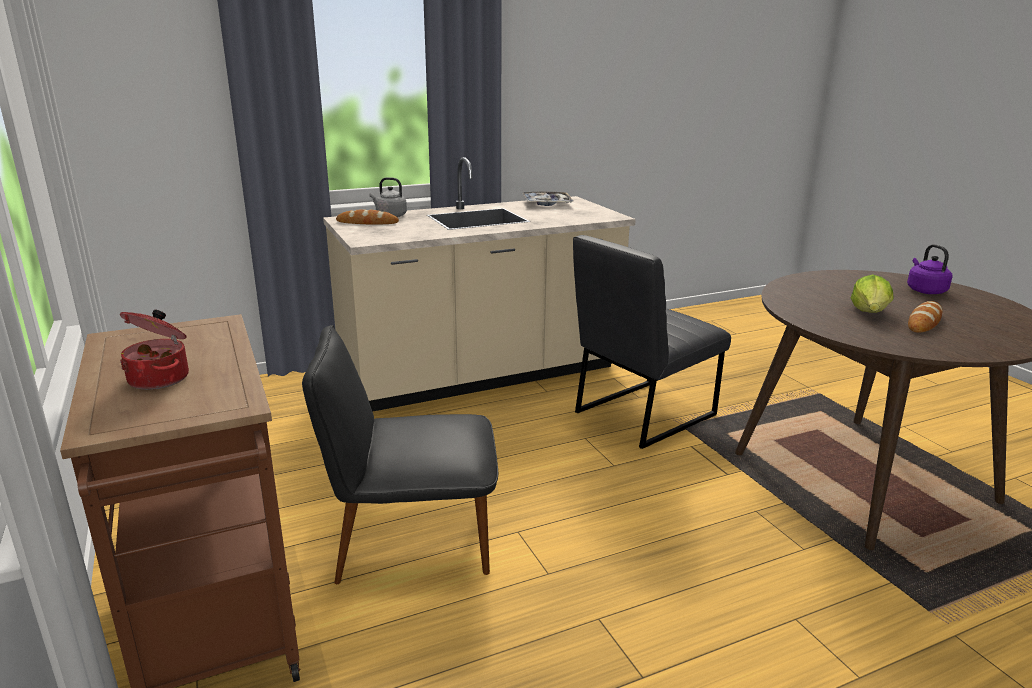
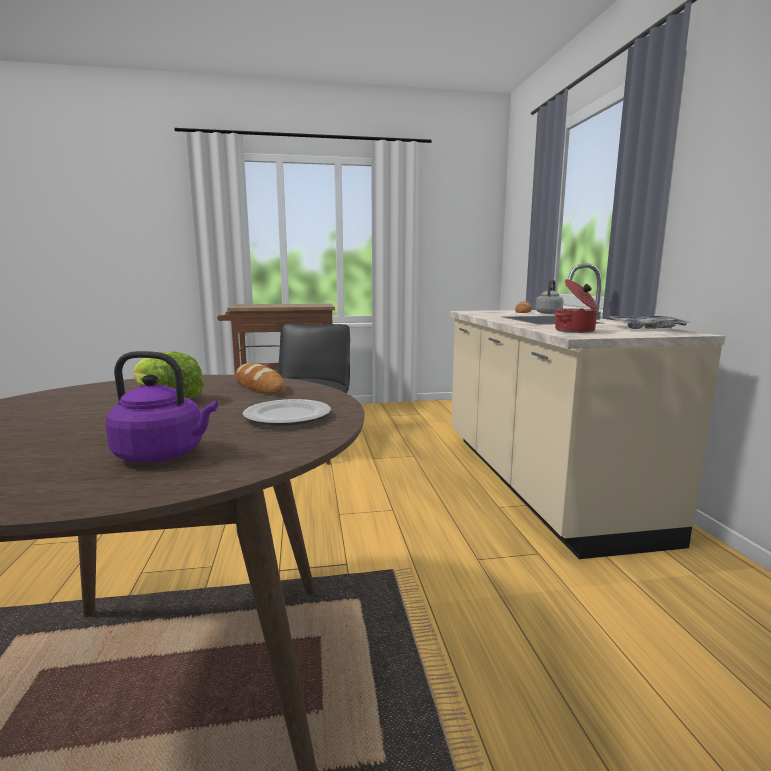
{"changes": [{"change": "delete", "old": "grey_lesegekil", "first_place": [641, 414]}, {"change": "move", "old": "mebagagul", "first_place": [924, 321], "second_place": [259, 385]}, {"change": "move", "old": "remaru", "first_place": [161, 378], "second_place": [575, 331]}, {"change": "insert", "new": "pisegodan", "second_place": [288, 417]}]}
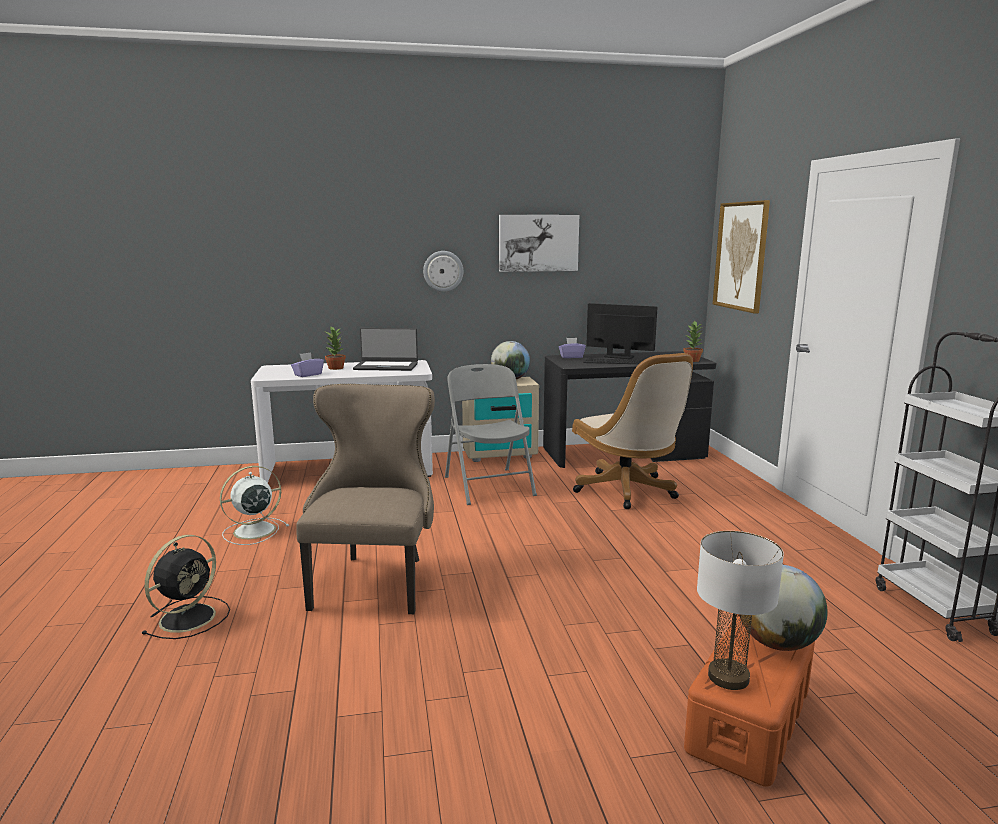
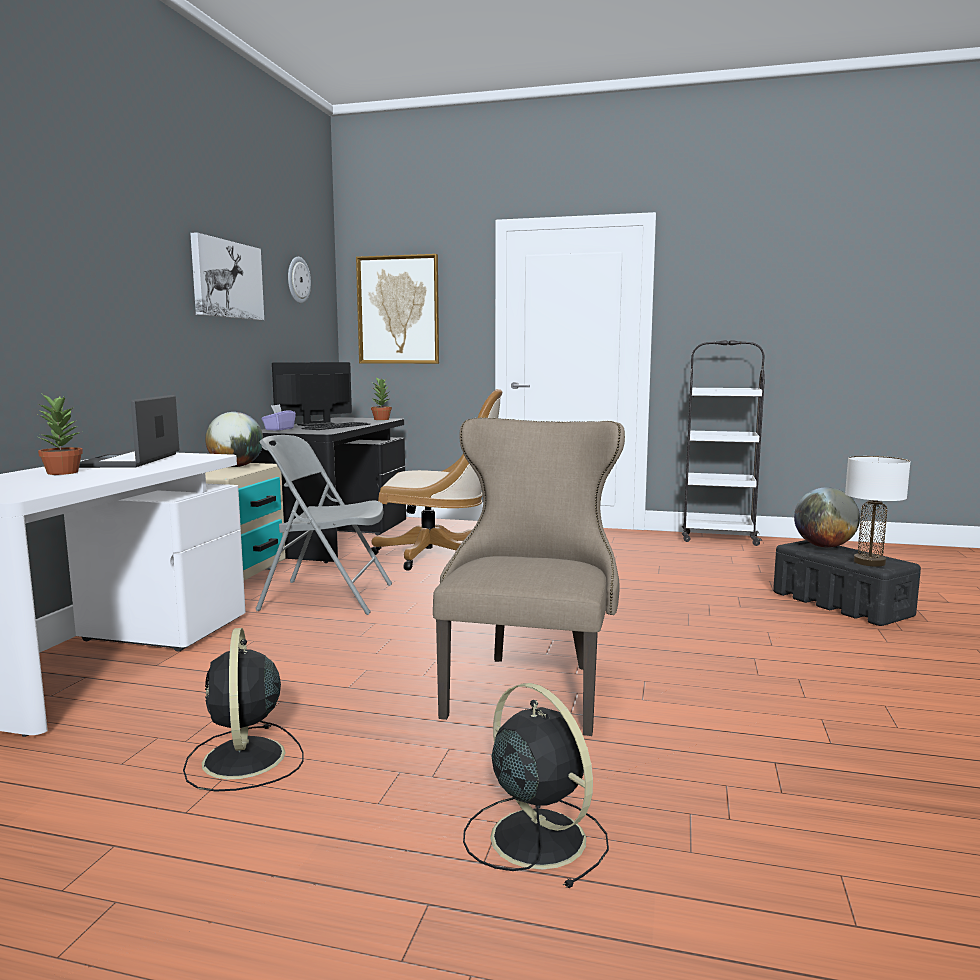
{"changes": [{"change": "move", "old": "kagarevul", "first_place": [443, 271], "second_place": [298, 280]}, {"change": "rotate", "old": "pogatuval", "first_place": [386, 366], "second_place": [131, 460], "degrees": 150}, {"change": "delete", "old": "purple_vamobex", "first_place": [308, 374]}, {"change": "rotate", "old": "beige_lesegekil", "first_place": [374, 581], "second_place": [529, 689], "degrees": 75}, {"change": "recolor", "old": "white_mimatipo", "new": "black_mimatipo", "first_place": [252, 531], "second_place": [243, 760]}, {"change": "recolor", "old": "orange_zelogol", "new": "black_zelogol", "first_place": [748, 721], "second_place": [841, 604]}]}
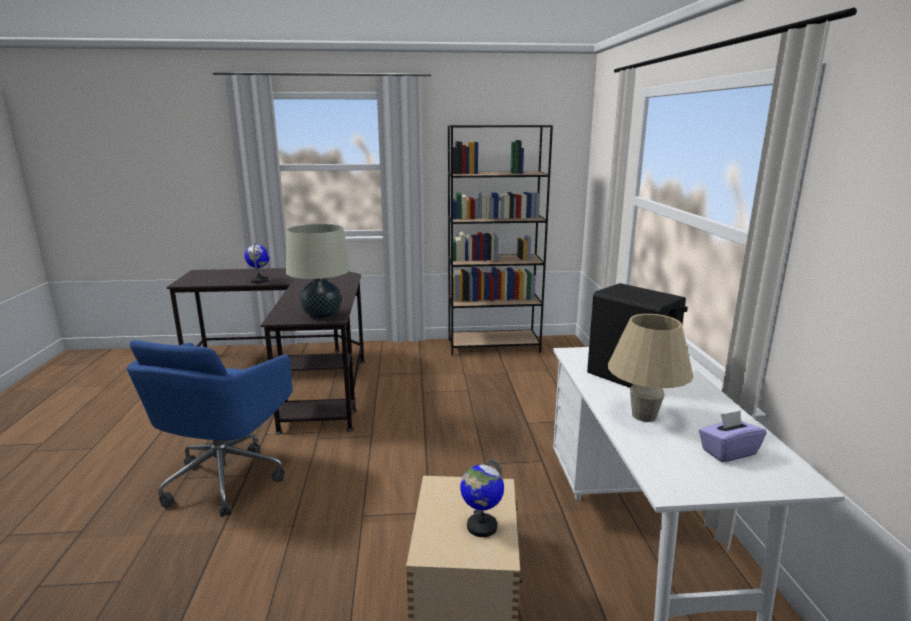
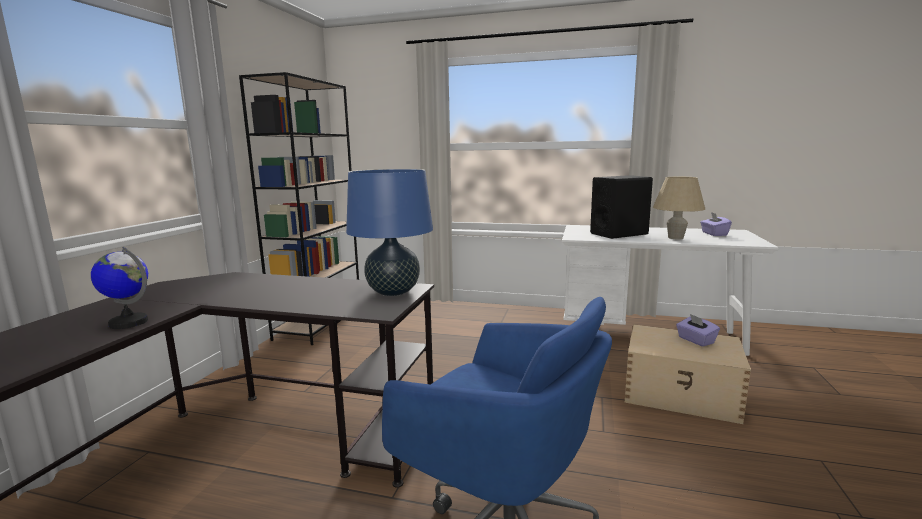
{"changes": [{"change": "recolor", "old": "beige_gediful", "new": "blue_gediful", "first_place": [322, 315], "second_place": [393, 292]}, {"change": "replace", "old": "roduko", "new": "purple_vamobex", "first_place": [481, 526], "second_place": [695, 340]}]}
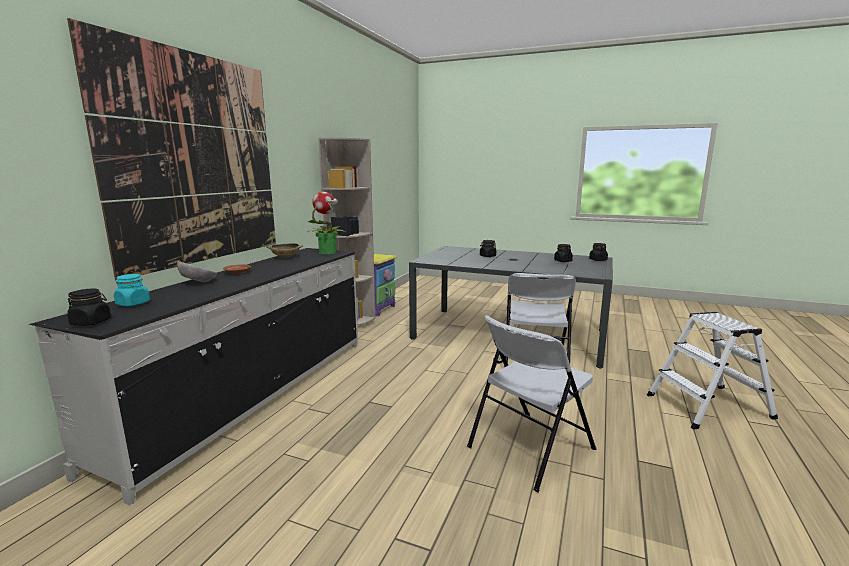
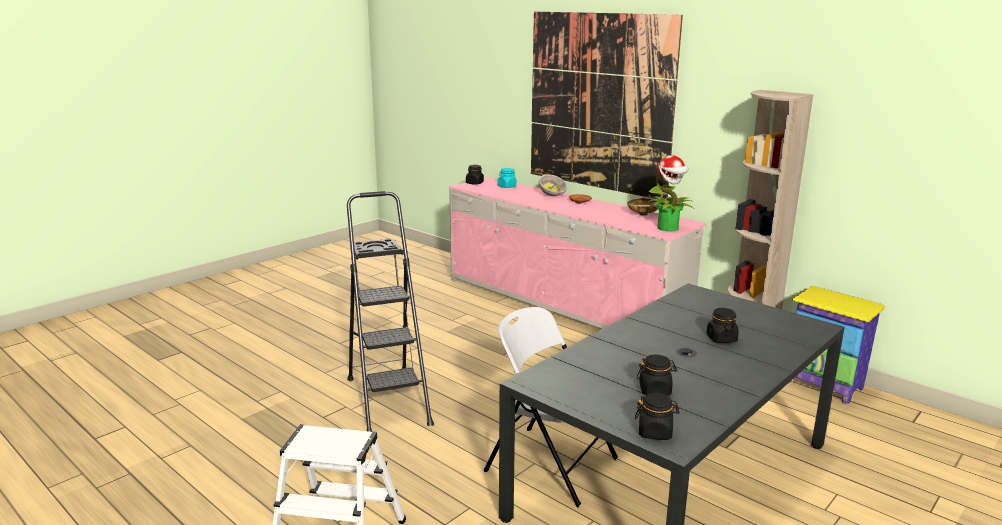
{"changes": [{"change": "recolor", "old": "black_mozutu", "new": "pink_mozutu", "first_place": [251, 395], "second_place": [562, 305]}, {"change": "replace", "old": "white_lesegekil", "new": "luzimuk", "first_place": [530, 448], "second_place": [388, 399]}]}
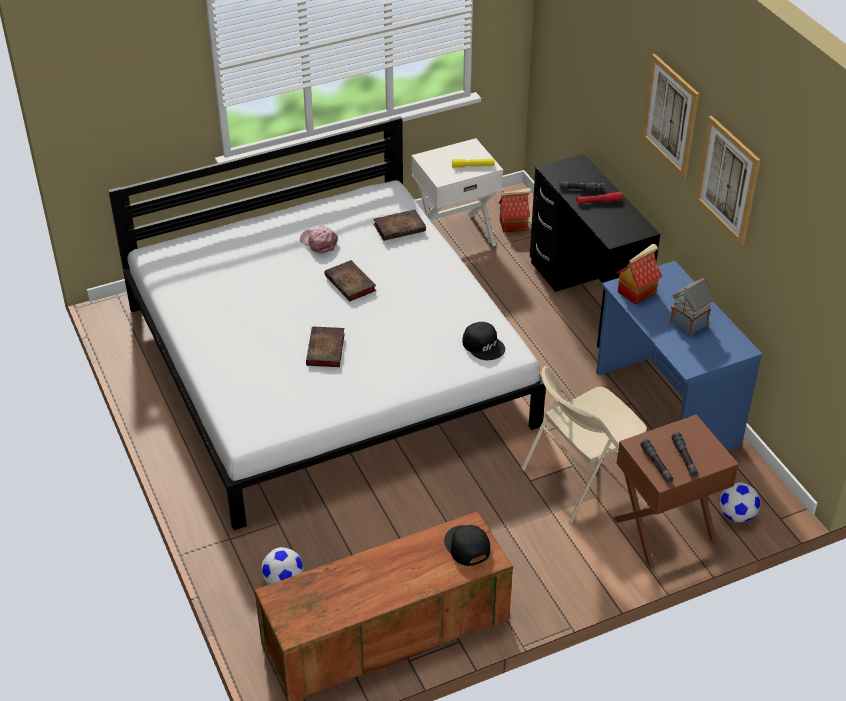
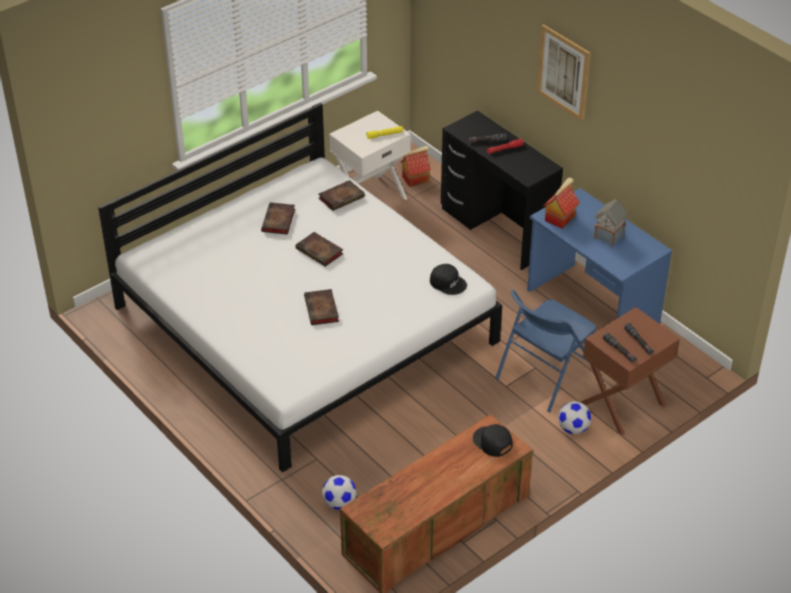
{"changes": [{"change": "delete", "old": "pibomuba", "first_place": [727, 180]}, {"change": "replace", "old": "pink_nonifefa", "new": "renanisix", "first_place": [319, 242], "second_place": [278, 221]}, {"change": "recolor", "old": "beige_lesegekil", "new": "blue_lesegekil", "first_place": [584, 476], "second_place": [546, 374]}, {"change": "move", "old": "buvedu", "first_place": [737, 515], "second_place": [573, 429]}]}
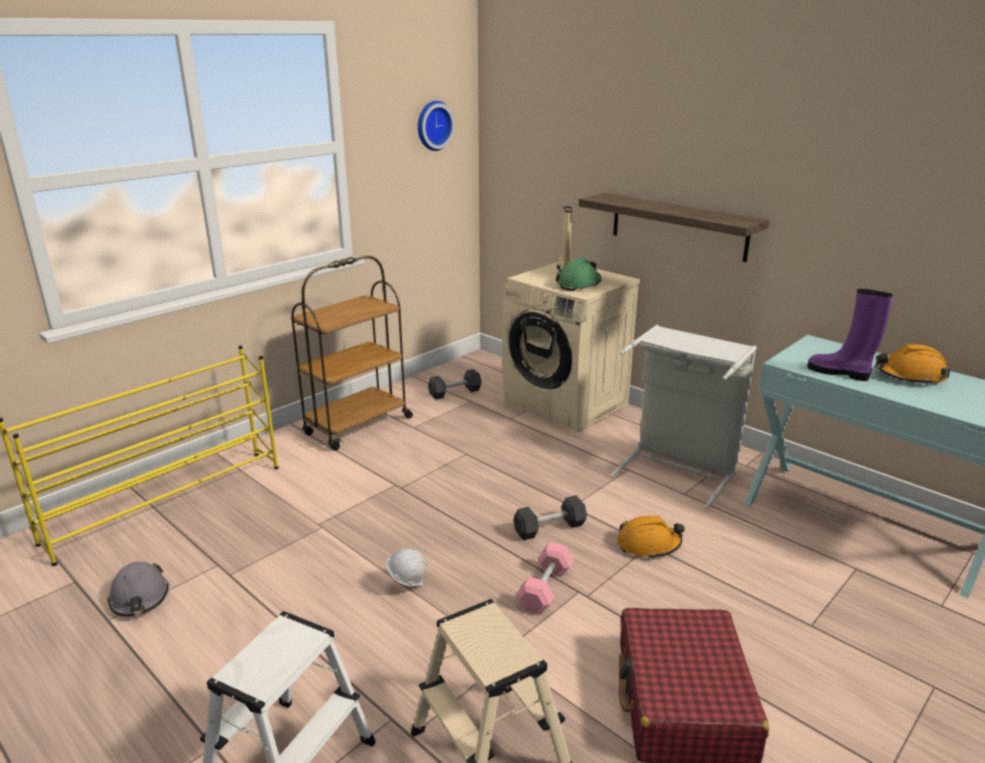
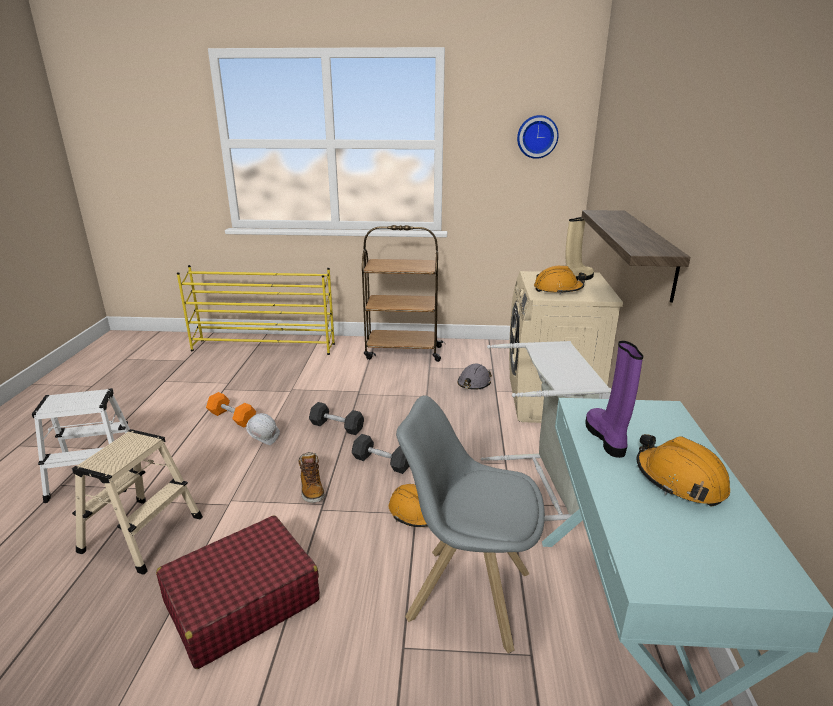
{"changes": [{"change": "recolor", "old": "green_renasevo", "new": "orange_renasevo", "first_place": [579, 284], "second_place": [558, 289]}, {"change": "move", "old": "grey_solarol", "first_place": [455, 392], "second_place": [337, 427]}, {"change": "replace", "old": "pink_solarol", "new": "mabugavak", "first_place": [545, 588], "second_place": [311, 489]}, {"change": "move", "old": "grey_renasevo", "first_place": [139, 598], "second_place": [474, 384]}, {"change": "insert", "new": "orange_solarol", "second_place": [232, 417]}, {"change": "insert", "new": "grey_lesegekil", "second_place": [468, 595]}]}
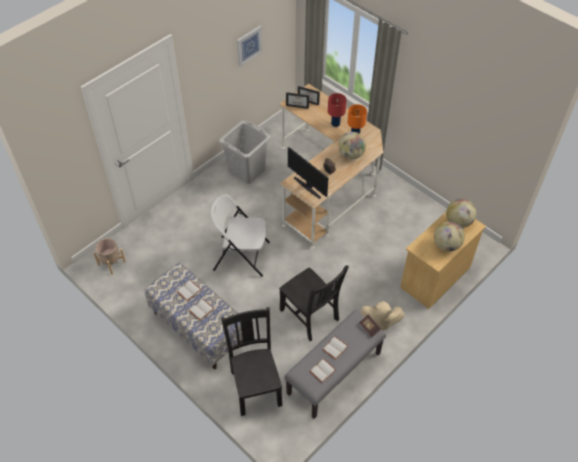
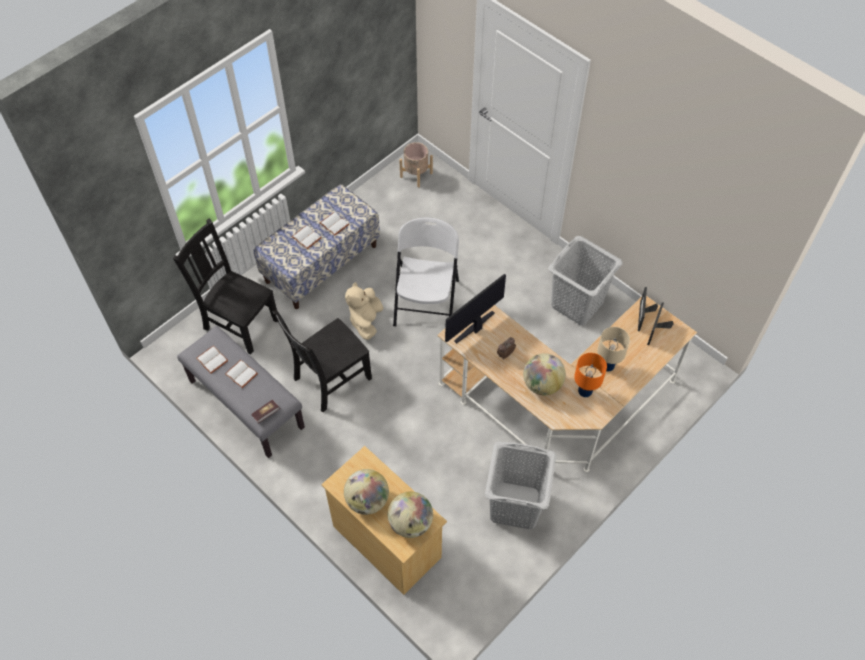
{"changes": [{"change": "delete", "old": "pibomuba", "first_place": [249, 45]}, {"change": "recolor", "old": "red_gediful", "new": "beige_gediful", "first_place": [335, 123], "second_place": [608, 366]}, {"change": "move", "old": "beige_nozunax", "first_place": [380, 321], "second_place": [366, 321]}, {"change": "rotate", "old": "black_lesegekil", "first_place": [255, 386], "second_place": [239, 322], "degrees": -135}, {"change": "insert", "new": "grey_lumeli", "second_place": [514, 505]}]}
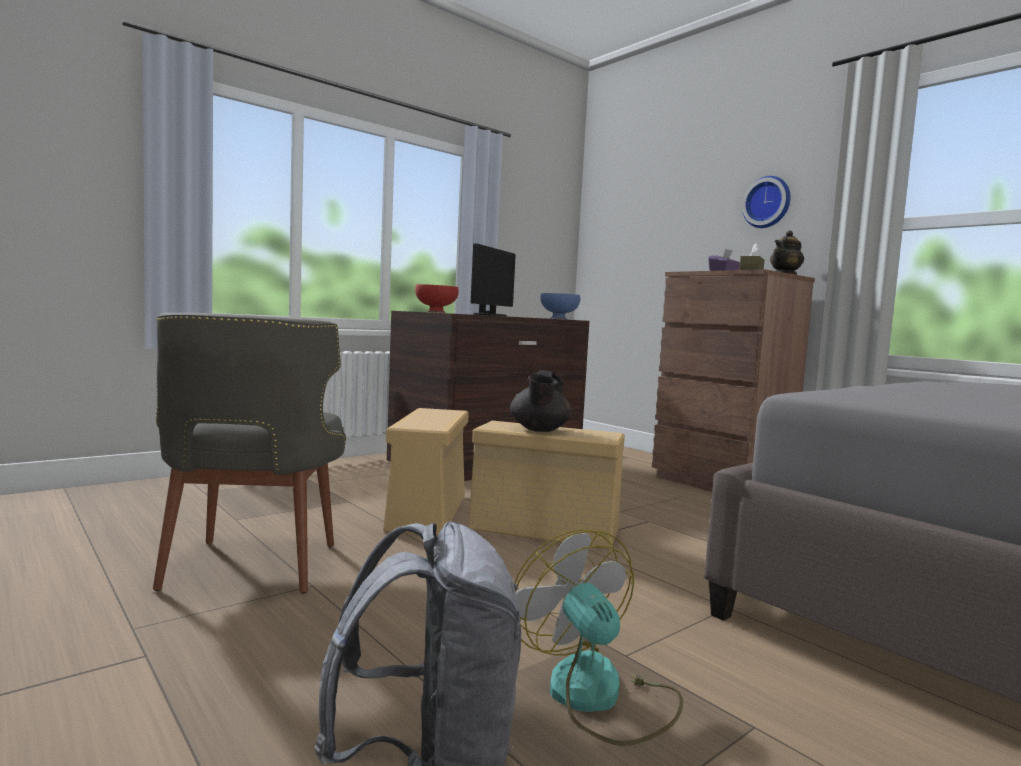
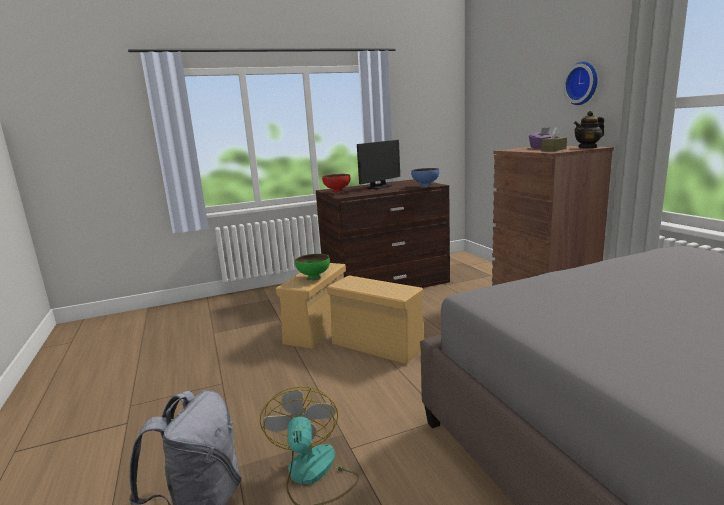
{"changes": [{"change": "delete", "old": "grey_lesegekil", "first_place": [253, 566]}, {"change": "delete", "old": "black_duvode", "first_place": [539, 430]}, {"change": "insert", "new": "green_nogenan", "second_place": [314, 278]}]}
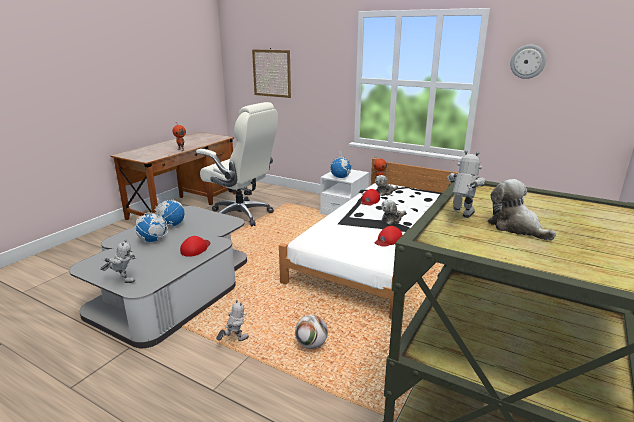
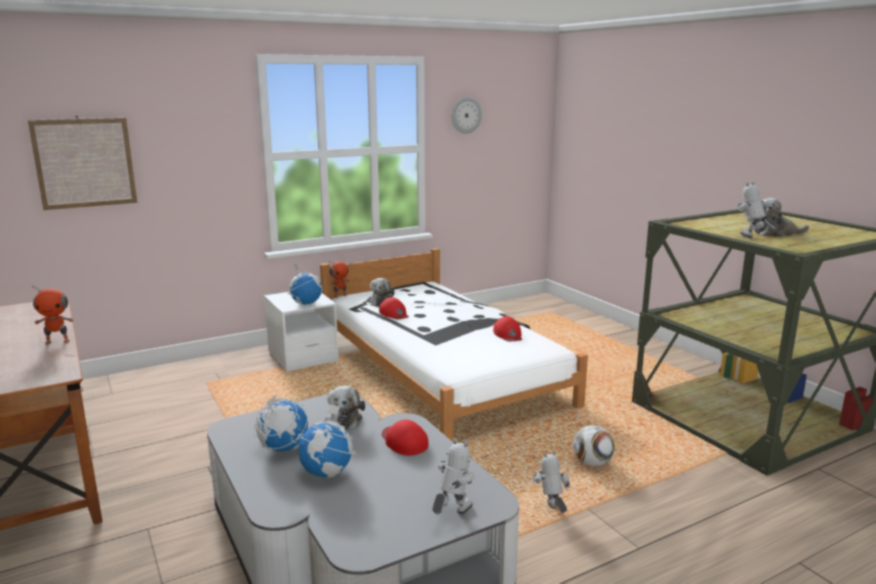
{"changes": [{"change": "delete", "old": "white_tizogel", "first_place": [241, 215]}, {"change": "move", "old": "nozunax", "first_place": [392, 219], "second_place": [344, 418]}]}
